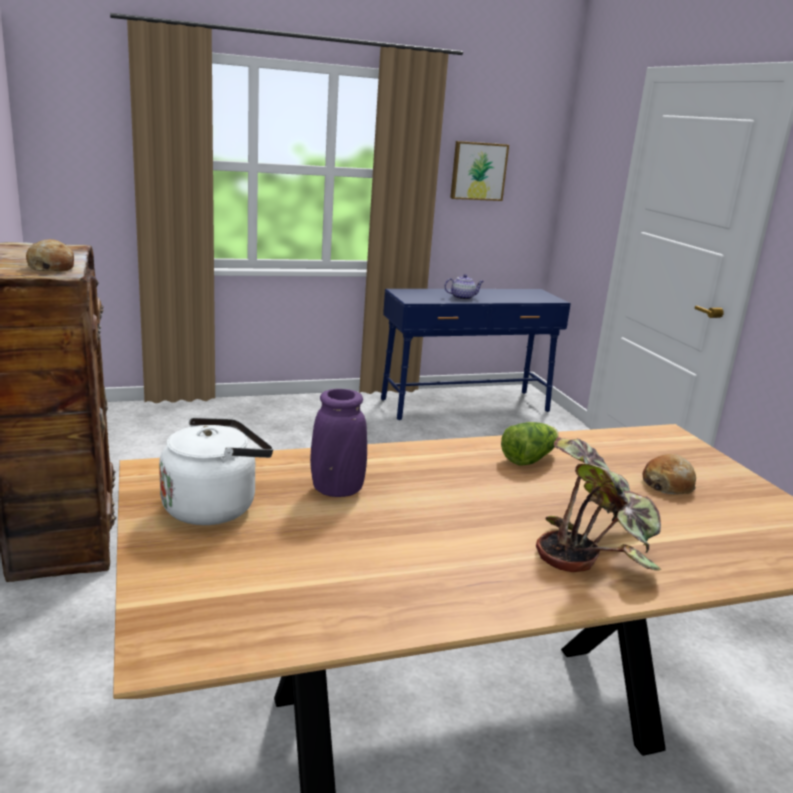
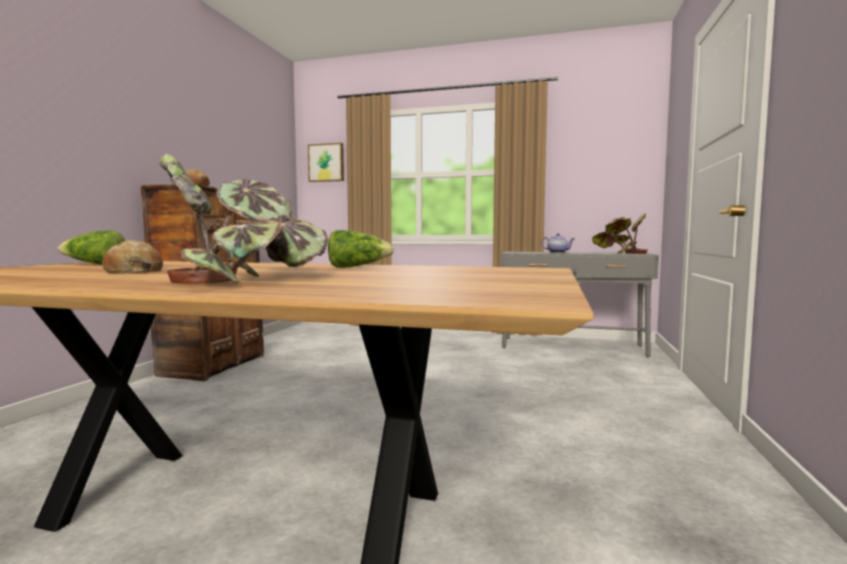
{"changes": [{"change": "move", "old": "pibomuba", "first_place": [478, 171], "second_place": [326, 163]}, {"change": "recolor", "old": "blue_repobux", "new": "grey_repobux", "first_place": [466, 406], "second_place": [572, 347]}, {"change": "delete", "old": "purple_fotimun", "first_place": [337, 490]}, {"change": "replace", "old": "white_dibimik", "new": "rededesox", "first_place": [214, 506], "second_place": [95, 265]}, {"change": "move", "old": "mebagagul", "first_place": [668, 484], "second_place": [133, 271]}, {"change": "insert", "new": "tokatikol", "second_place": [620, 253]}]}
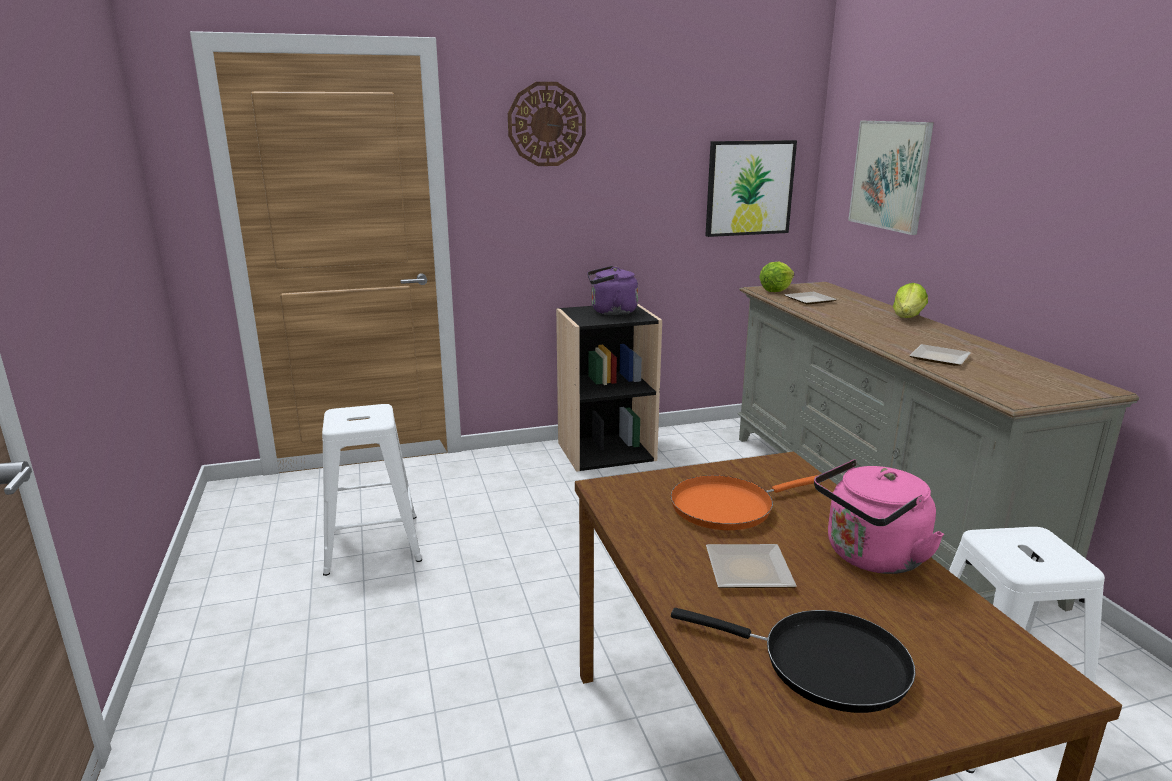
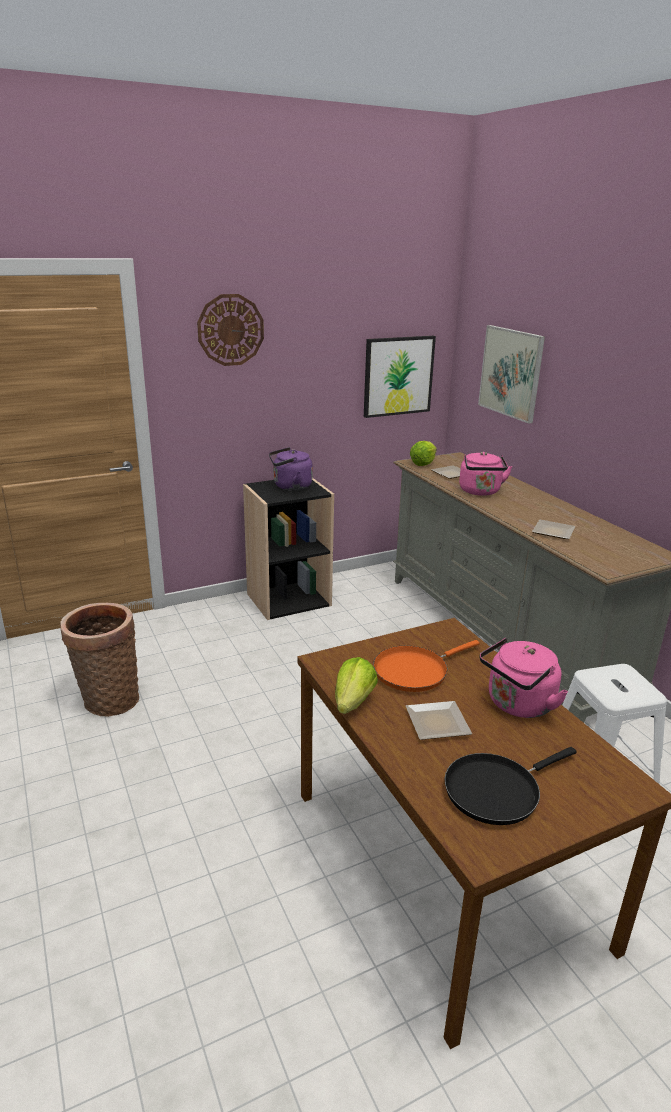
{"changes": [{"change": "move", "old": "rededesox", "first_place": [907, 318], "second_place": [353, 702]}, {"change": "replace", "old": "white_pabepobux", "new": "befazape", "first_place": [371, 544], "second_place": [108, 700]}, {"change": "rotate", "old": "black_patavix", "first_place": [824, 664], "second_place": [496, 790], "degrees": 135}, {"change": "insert", "new": "pink_dibimik", "second_place": [480, 492]}]}
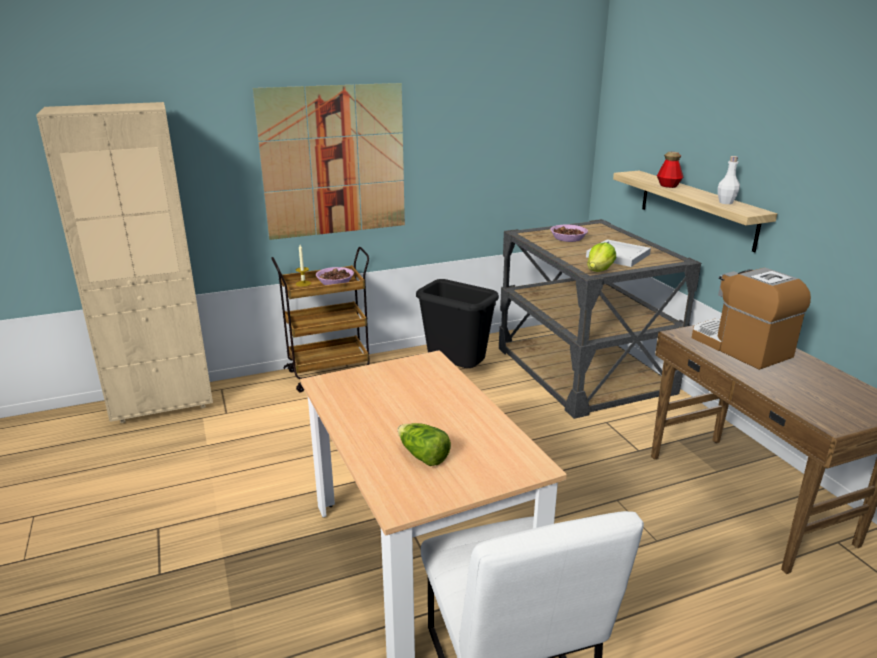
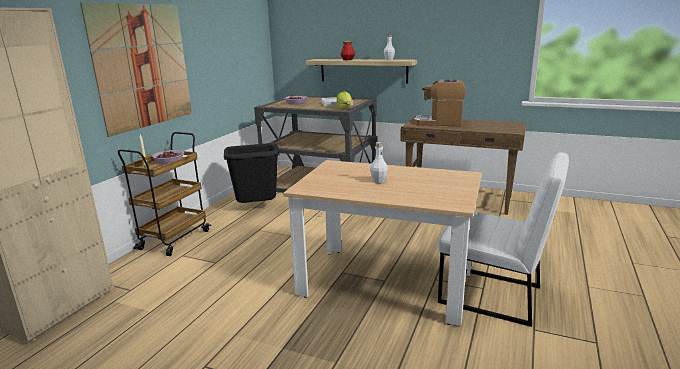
{"changes": [{"change": "delete", "old": "rededesox", "first_place": [423, 456]}, {"change": "insert", "new": "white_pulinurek", "second_place": [378, 181]}]}
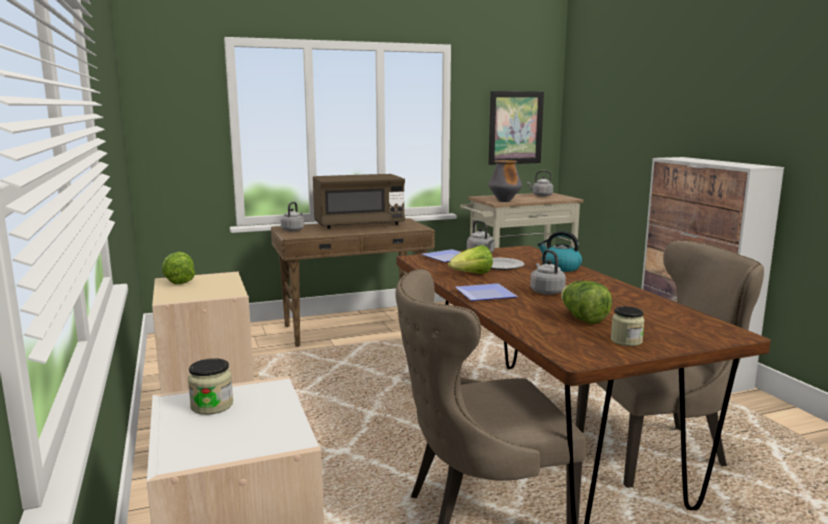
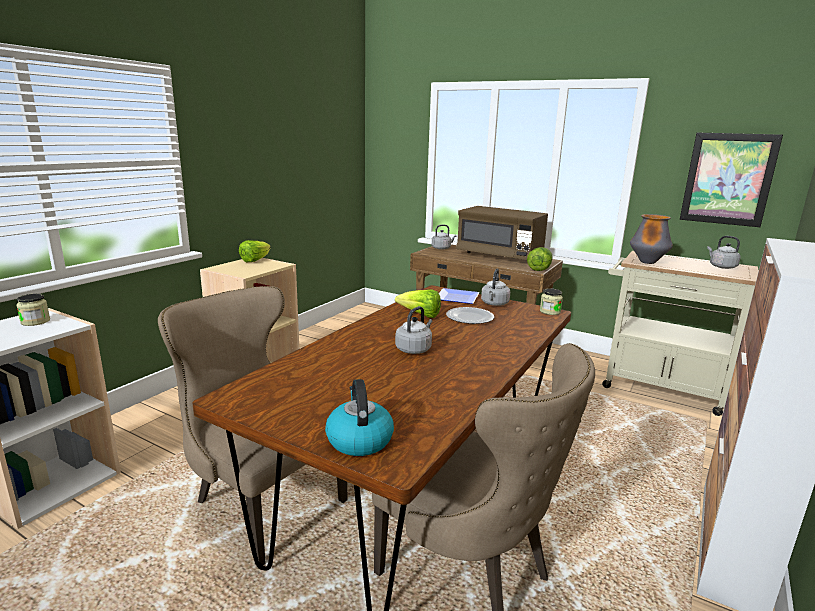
{"changes": [{"change": "move", "old": "dibimik", "first_place": [560, 268], "second_place": [359, 439]}, {"change": "move", "old": "rededesox", "first_place": [582, 318], "second_place": [539, 269]}, {"change": "delete", "old": "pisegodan", "first_place": [487, 295]}, {"change": "move", "old": "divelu", "first_place": [626, 341], "second_place": [550, 311]}]}
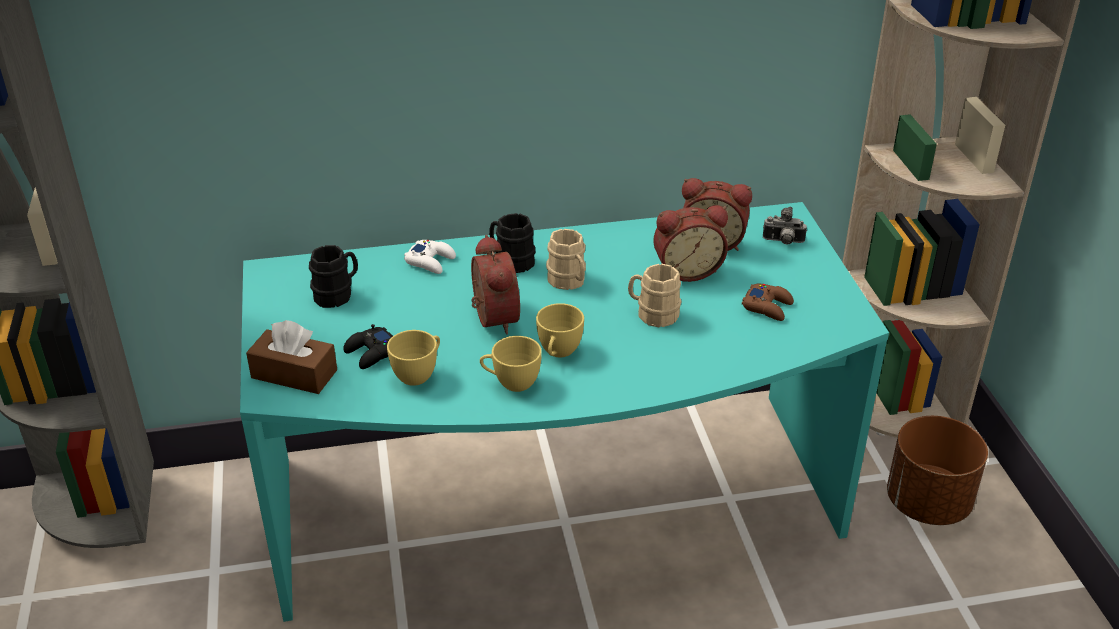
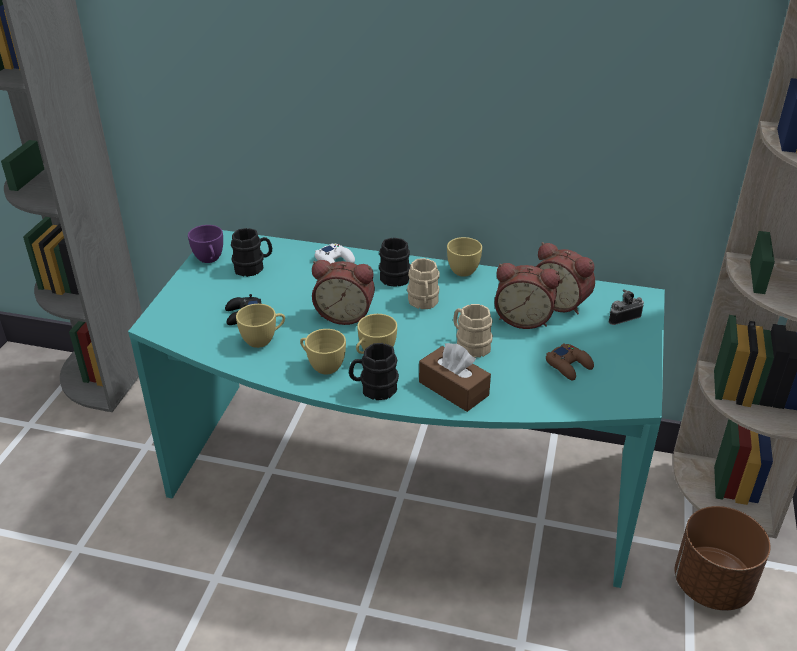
{"changes": [{"change": "rotate", "old": "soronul", "first_place": [783, 242], "second_place": [622, 317], "degrees": 120}, {"change": "rotate", "old": "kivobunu", "first_place": [491, 319], "second_place": [345, 314], "degrees": 90}, {"change": "move", "old": "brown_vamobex", "first_place": [294, 374], "second_place": [453, 388]}, {"change": "insert", "new": "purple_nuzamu", "second_place": [210, 260]}, {"change": "insert", "new": "yellow_nuzamu", "second_place": [462, 269]}, {"change": "insert", "new": "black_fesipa", "second_place": [374, 389]}]}
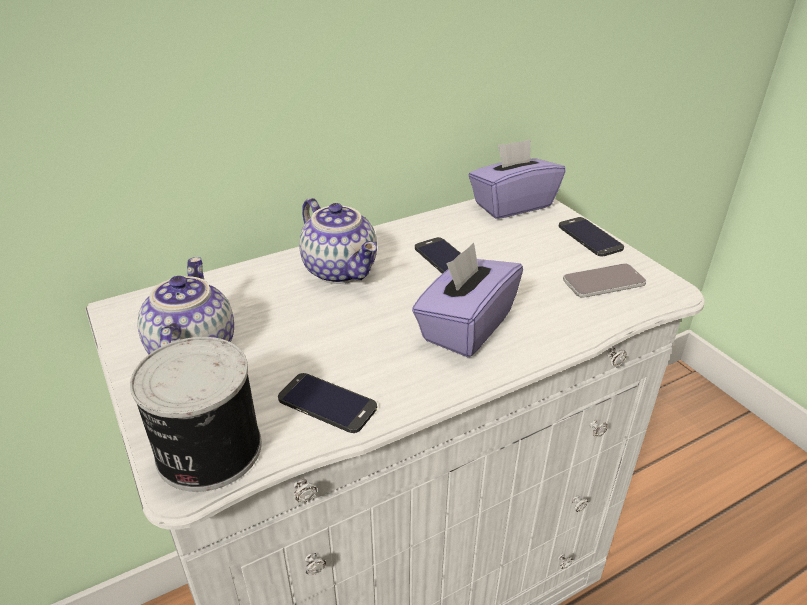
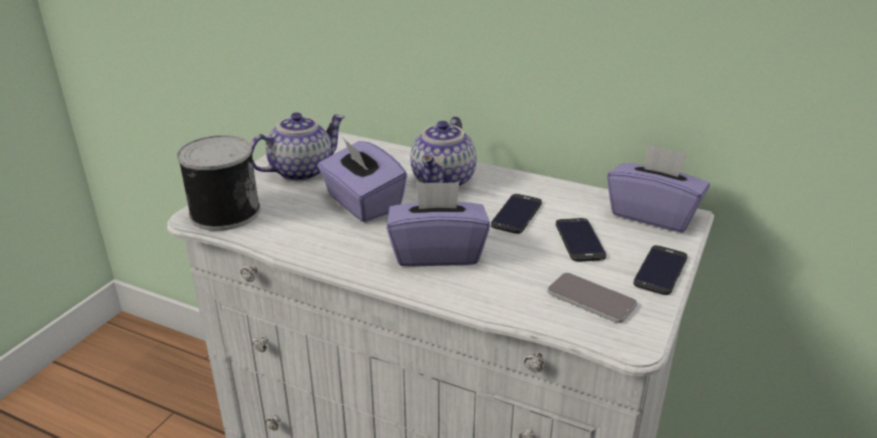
{"changes": [{"change": "move", "old": "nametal", "first_place": [327, 403], "second_place": [579, 240]}, {"change": "insert", "new": "purple_vamobex", "second_place": [362, 203]}]}
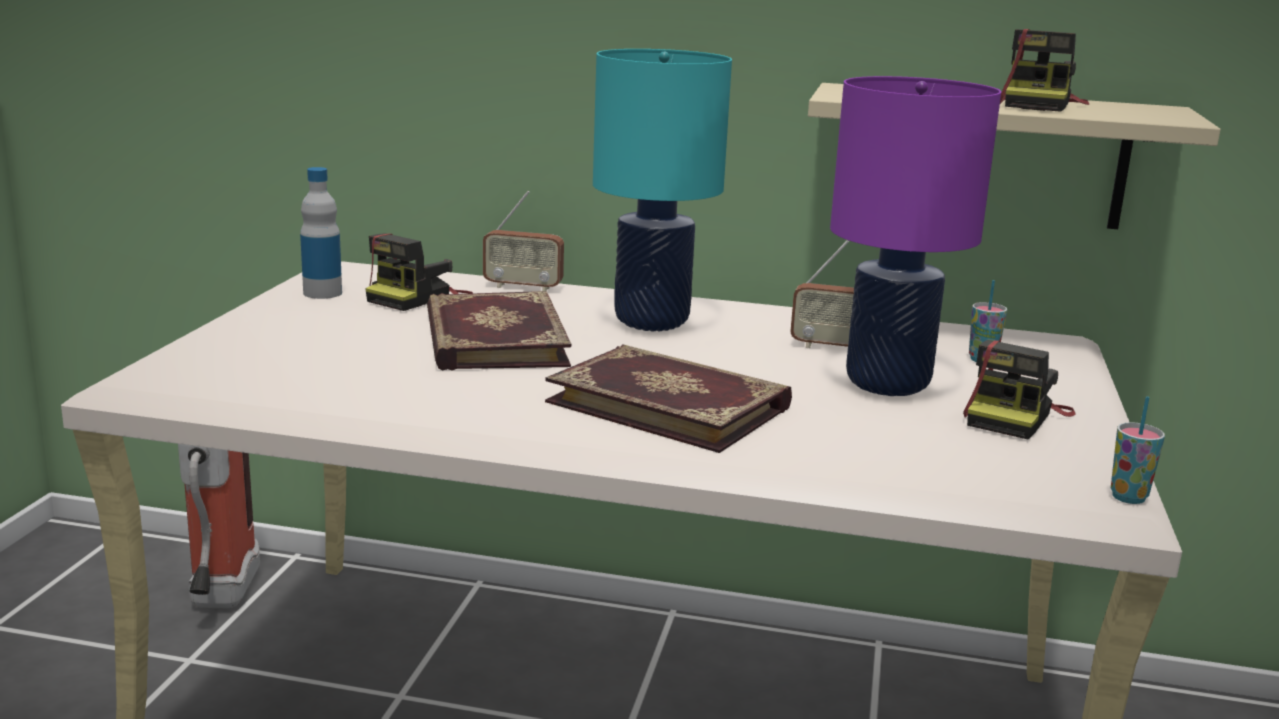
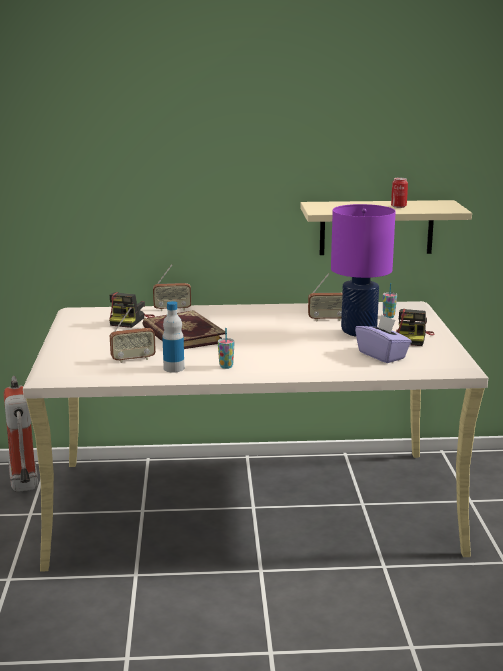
{"changes": [{"change": "replace", "old": "soronul", "new": "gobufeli", "first_place": [1040, 105], "second_place": [398, 206]}, {"change": "delete", "old": "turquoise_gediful", "first_place": [651, 326]}, {"change": "move", "old": "pulinurek", "first_place": [322, 293], "second_place": [174, 368]}, {"change": "delete", "old": "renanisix", "first_place": [670, 404]}, {"change": "move", "old": "nuzamu", "first_place": [1128, 497], "second_place": [226, 366]}, {"change": "insert", "new": "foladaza", "second_place": [133, 359]}, {"change": "insert", "new": "purple_vamobex", "second_place": [382, 355]}]}
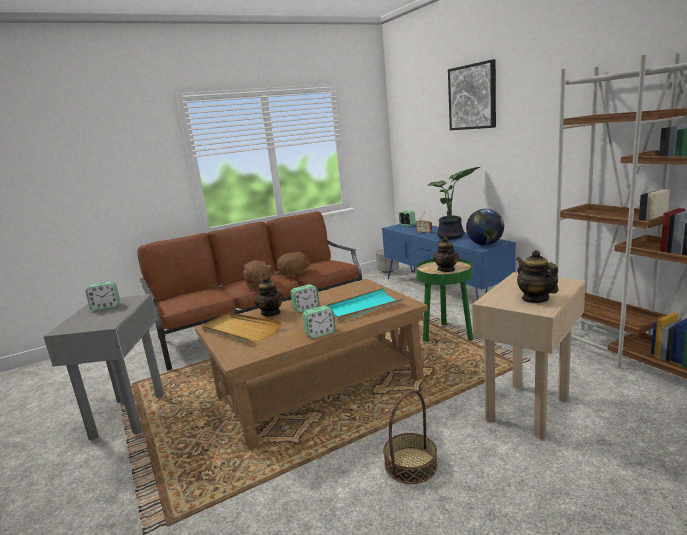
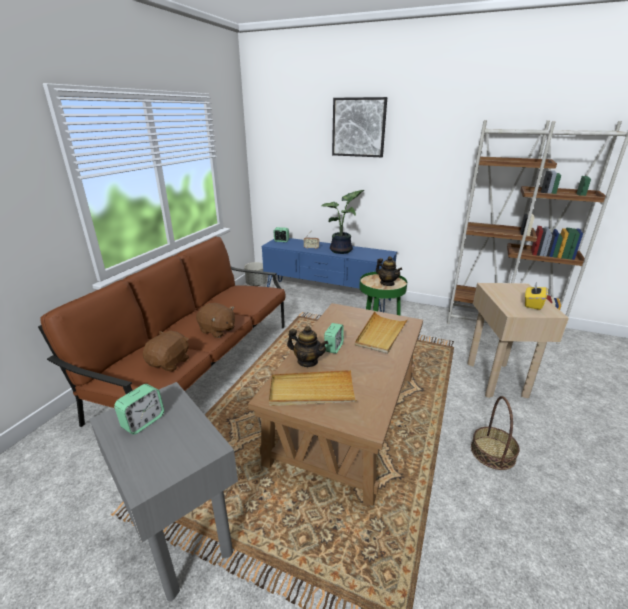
{"changes": [{"change": "delete", "old": "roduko", "first_place": [485, 245]}, {"change": "replace", "old": "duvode", "new": "yellow_vamobex", "first_place": [535, 299], "second_place": [532, 304]}, {"change": "move", "old": "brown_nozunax", "first_place": [295, 275], "second_place": [170, 363]}, {"change": "recolor", "old": "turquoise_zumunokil", "new": "beige_zumunokil", "first_place": [363, 307], "second_place": [381, 334]}, {"change": "delete", "old": "kivobunu", "first_place": [320, 333]}]}
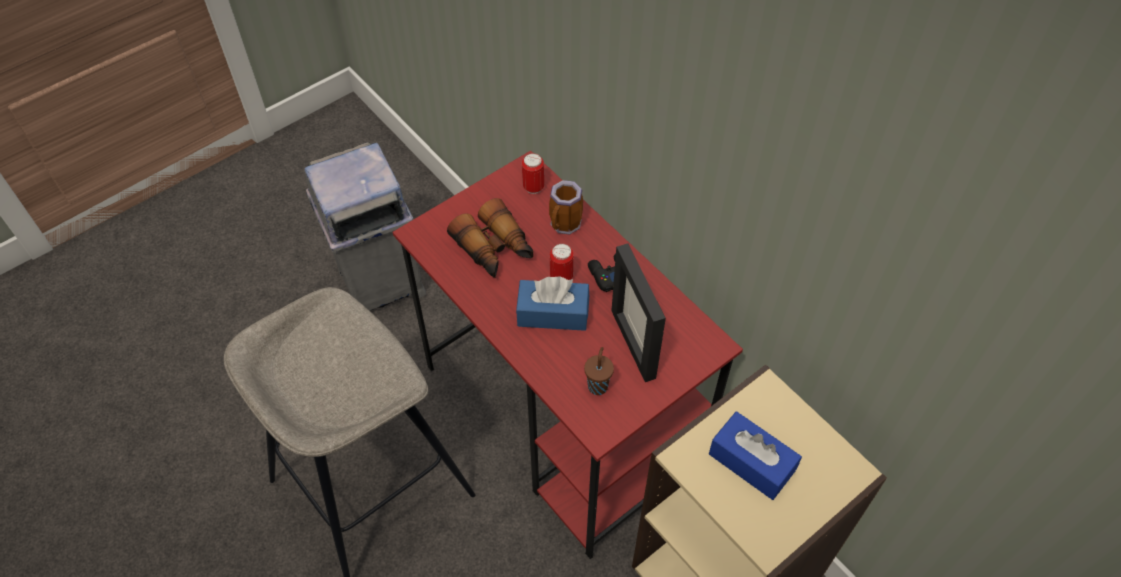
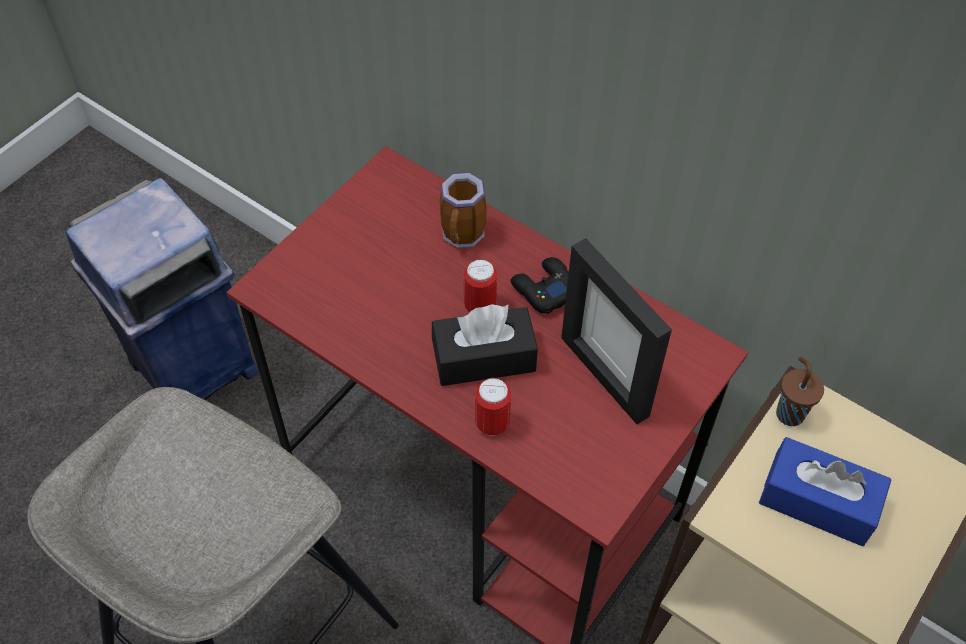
{"changes": [{"change": "recolor", "old": "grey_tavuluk", "new": "blue_tavuluk", "first_place": [379, 282], "second_place": [191, 368]}, {"change": "move", "old": "gobufeli", "first_place": [533, 187], "second_place": [492, 423]}, {"change": "delete", "old": "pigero", "first_place": [494, 249]}, {"change": "recolor", "old": "blue_vamobex", "new": "black_vamobex", "first_place": [553, 313], "second_place": [484, 358]}, {"change": "move", "old": "brown_nuzamu", "first_place": [598, 385], "second_place": [789, 412]}]}
